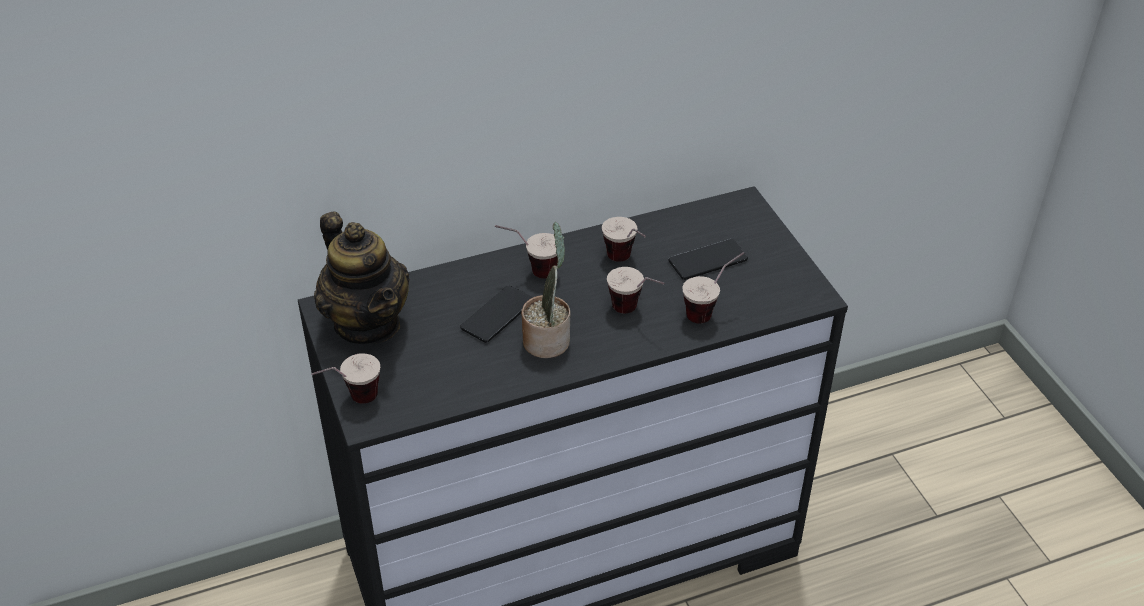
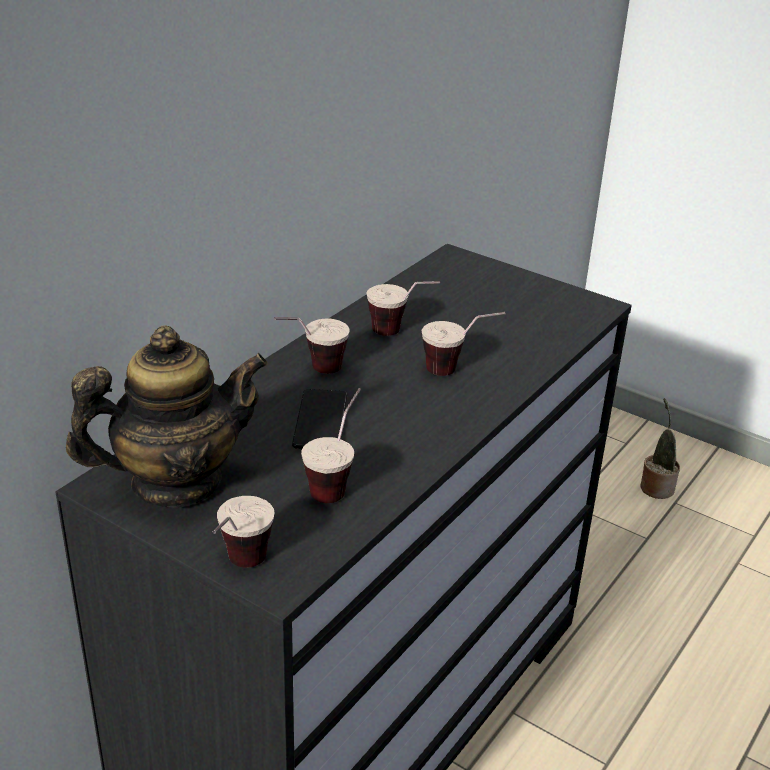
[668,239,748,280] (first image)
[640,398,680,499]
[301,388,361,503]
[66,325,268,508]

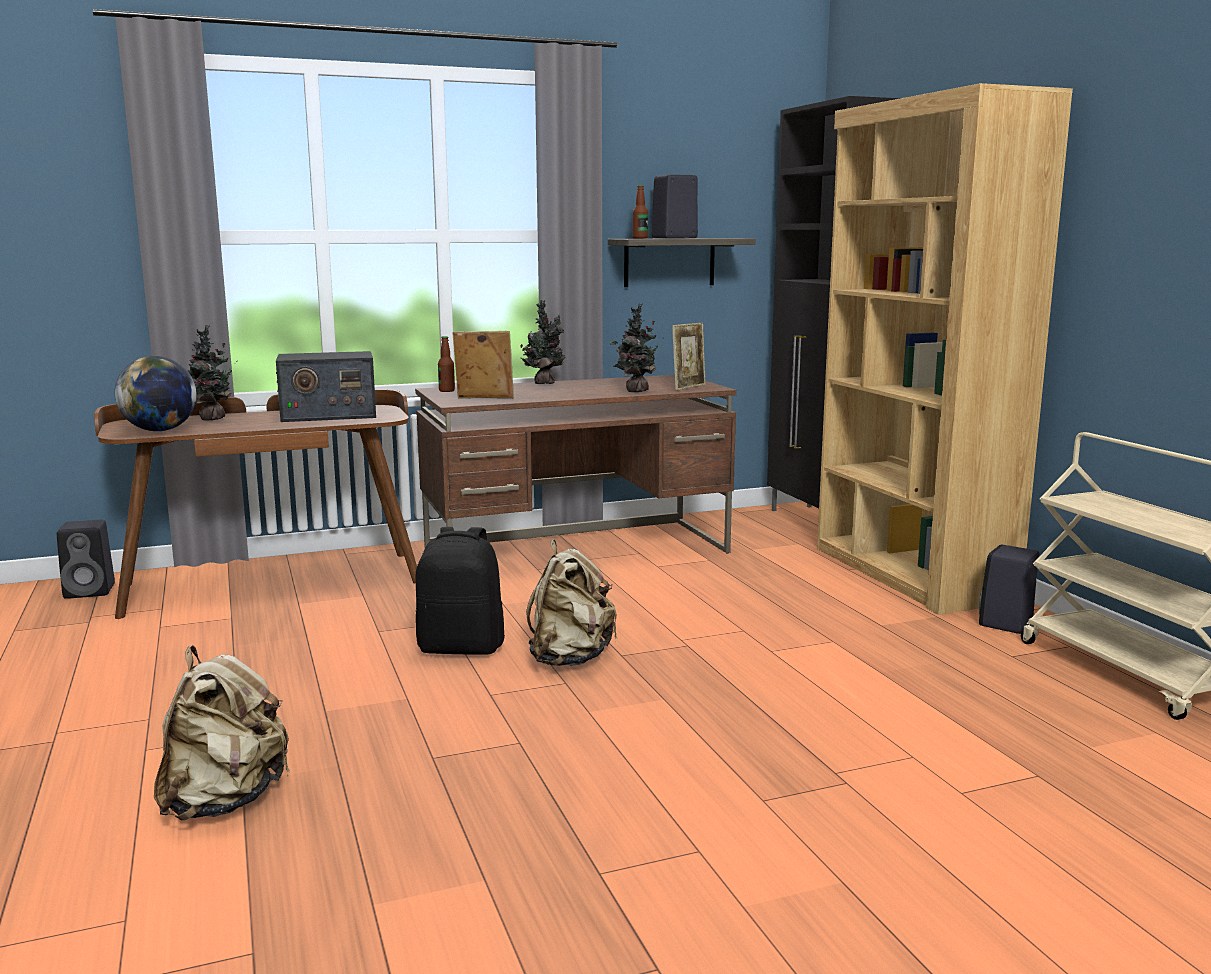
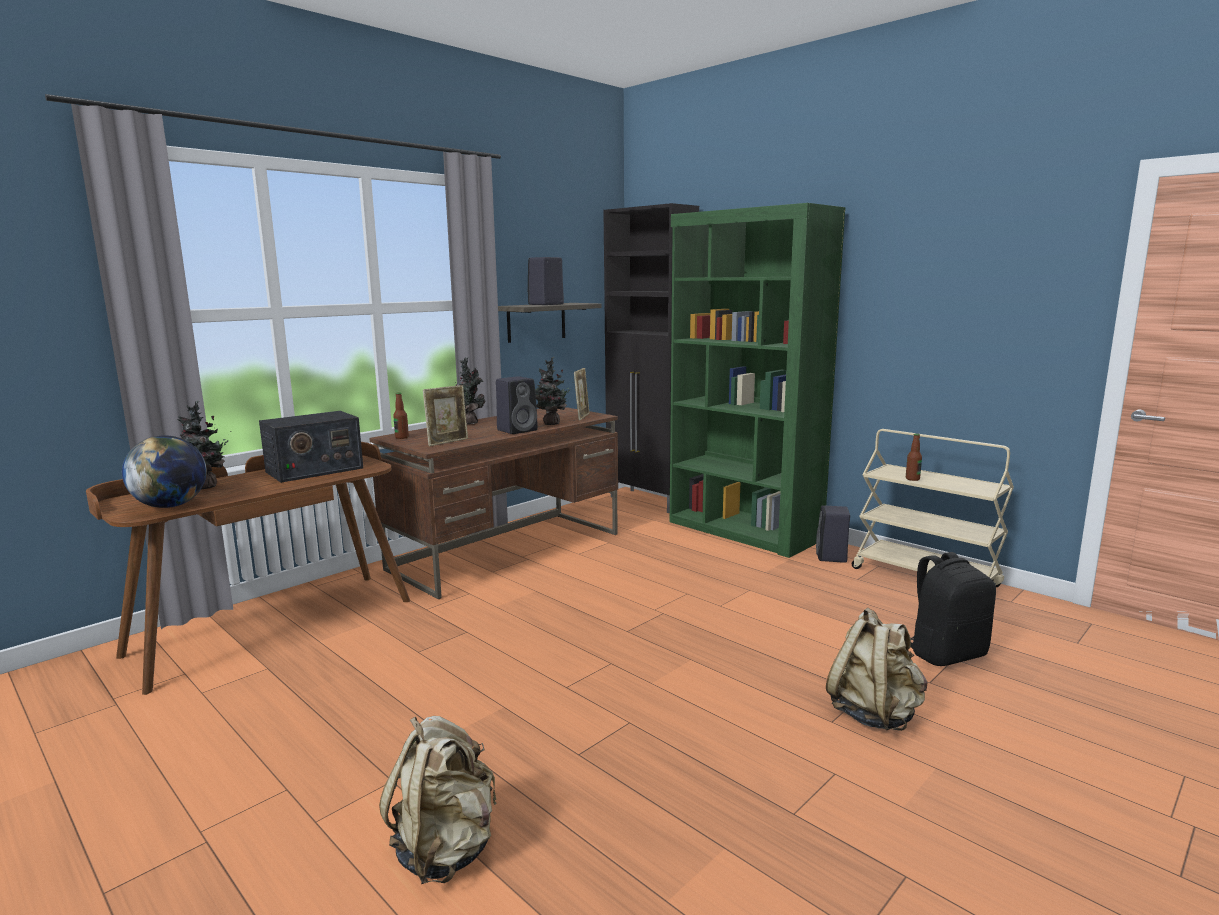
[496,376,538,434]
[911,552,996,666]
[826,608,927,731]
[906,433,922,481]
[670,203,845,558]
[423,385,468,446]

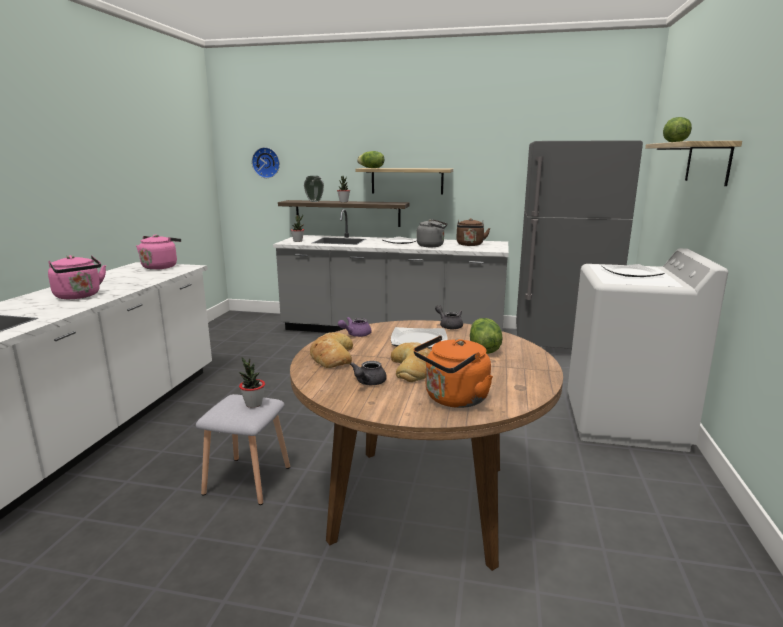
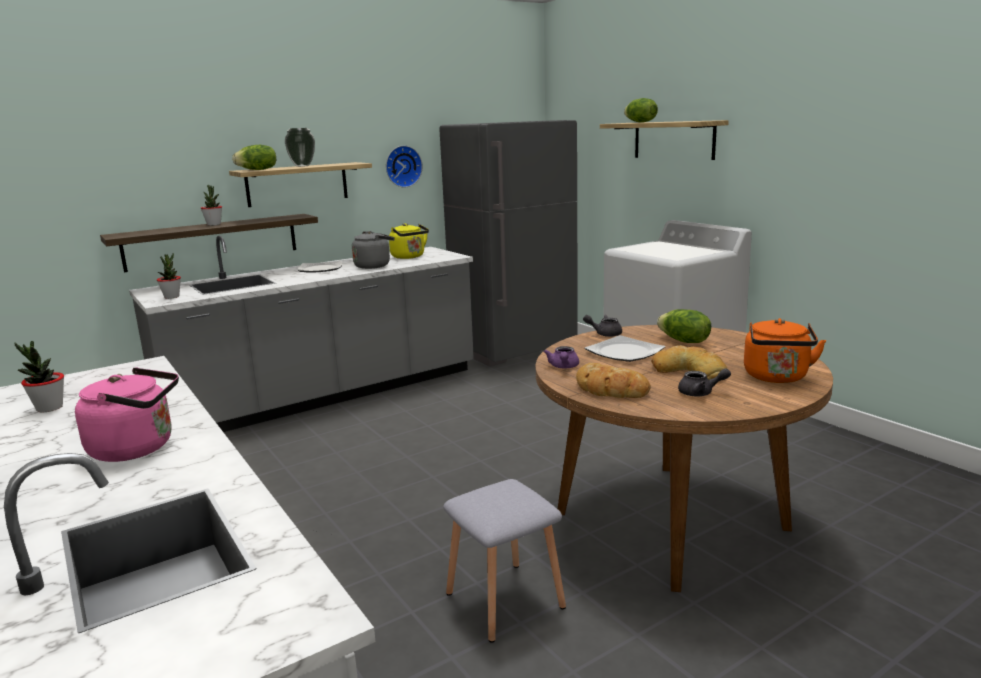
[136,234,181,270] (first image)
[601,264,665,277] (first image)
[15,341,64,413]
[386,145,423,188]
[285,128,315,167]
[389,223,429,259]
[678,368,731,396]

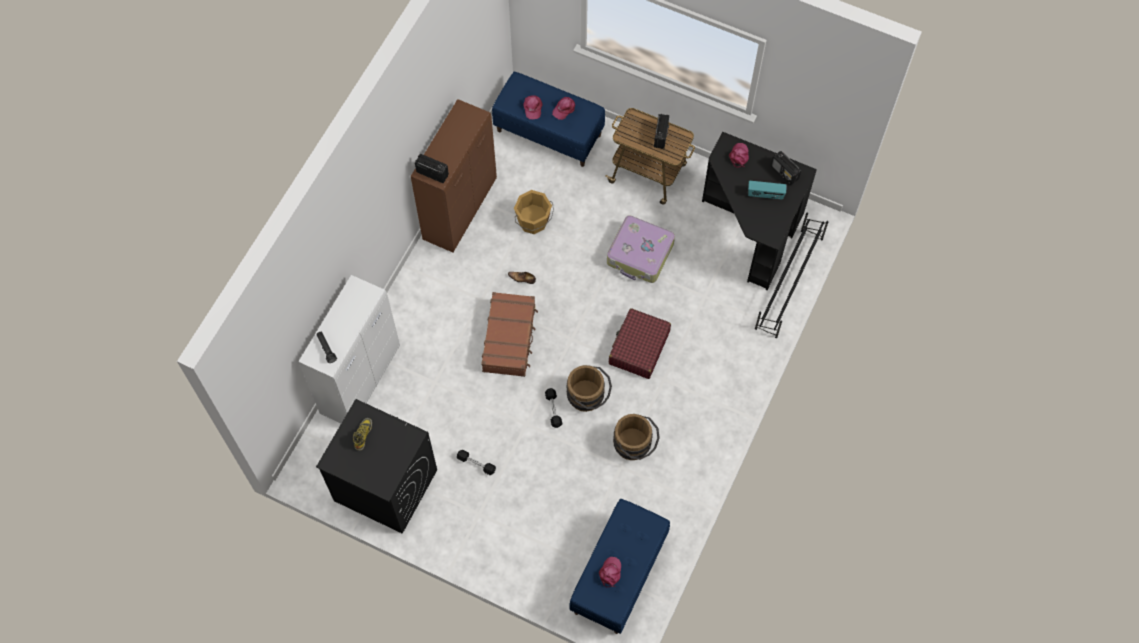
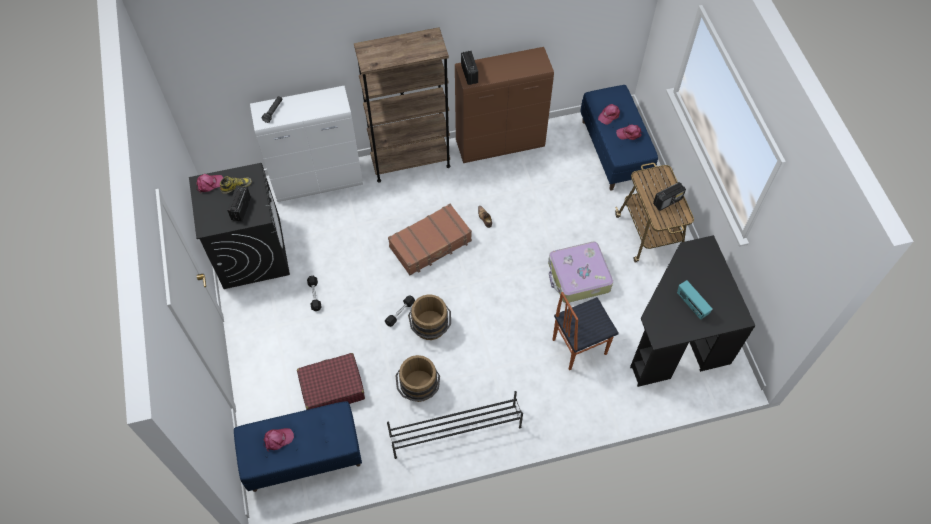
[514,190,554,234] (first image)
[354,27,451,182]
[552,292,619,370]
[297,353,365,410]
[196,174,223,194]
[387,391,523,459]
[227,186,251,222]

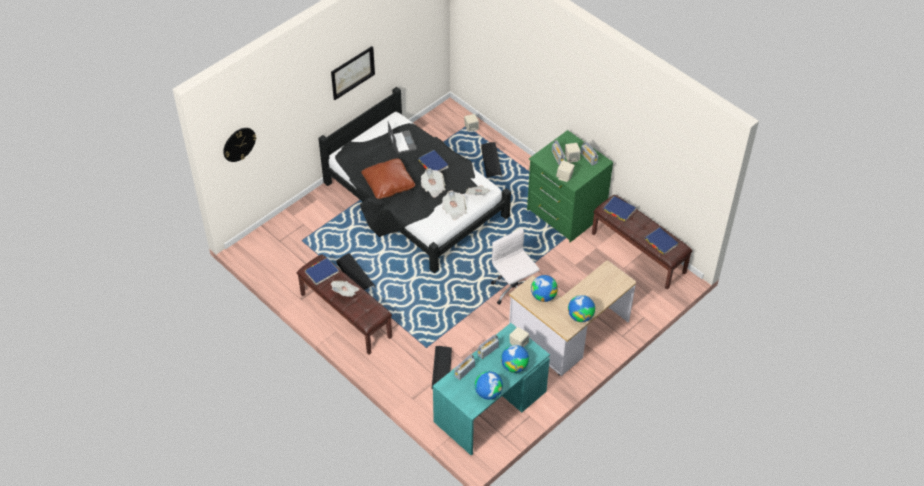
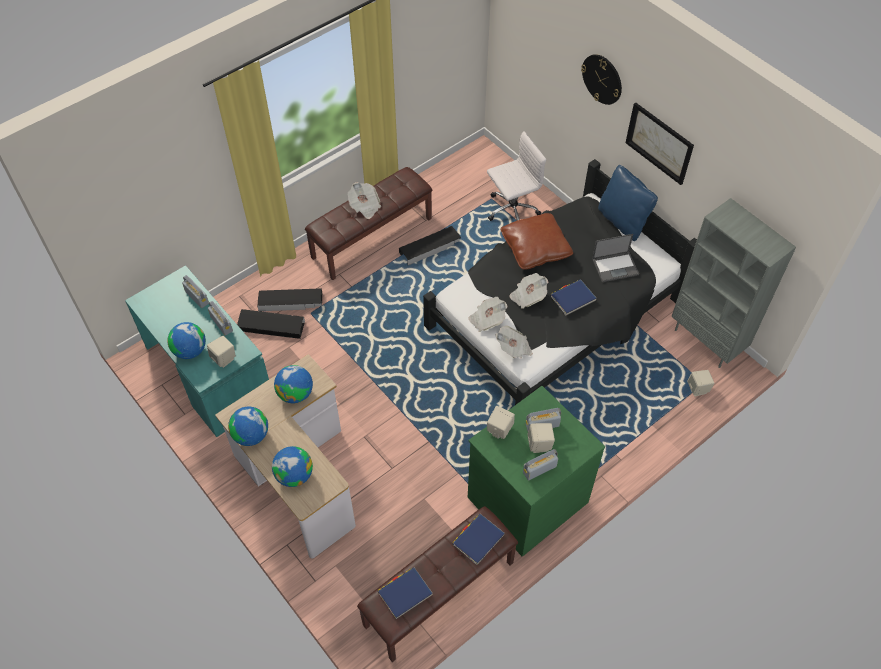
[305,258,339,285] (first image)
[598,165,658,241]
[672,198,796,368]
[581,54,622,105]
[272,446,313,487]
[257,288,322,311]
[487,131,546,221]

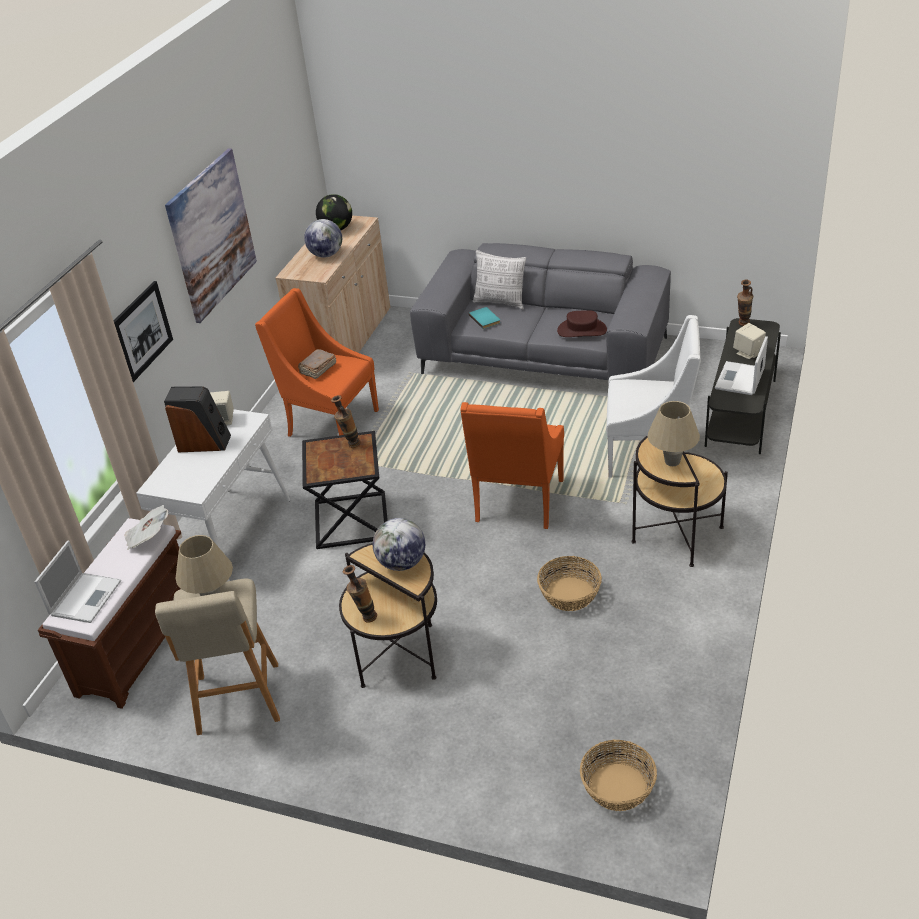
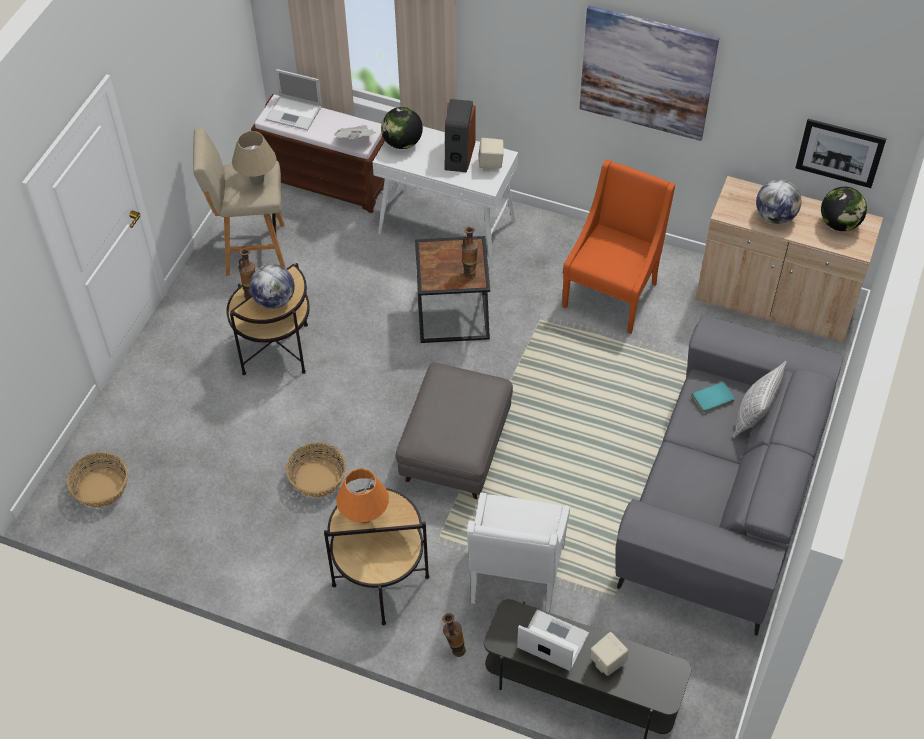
[298,349,336,379] (first image)
[557,310,607,337] (first image)
[381,107,423,149]
[796,119,886,188]
[442,613,466,657]
[395,363,513,499]
[336,469,389,523]

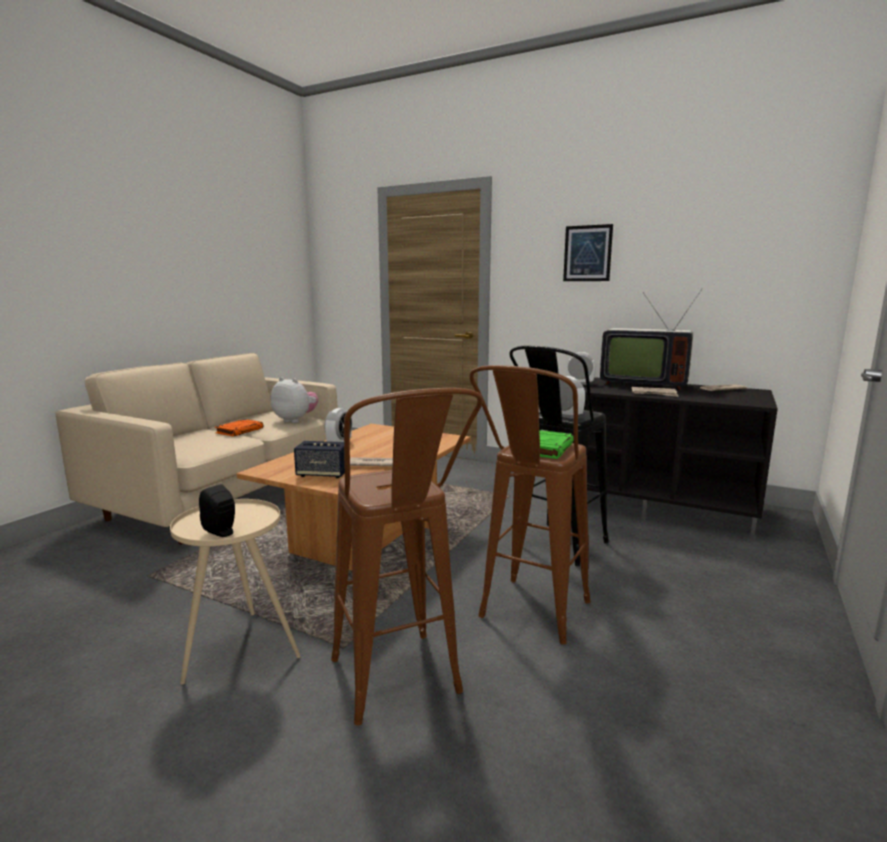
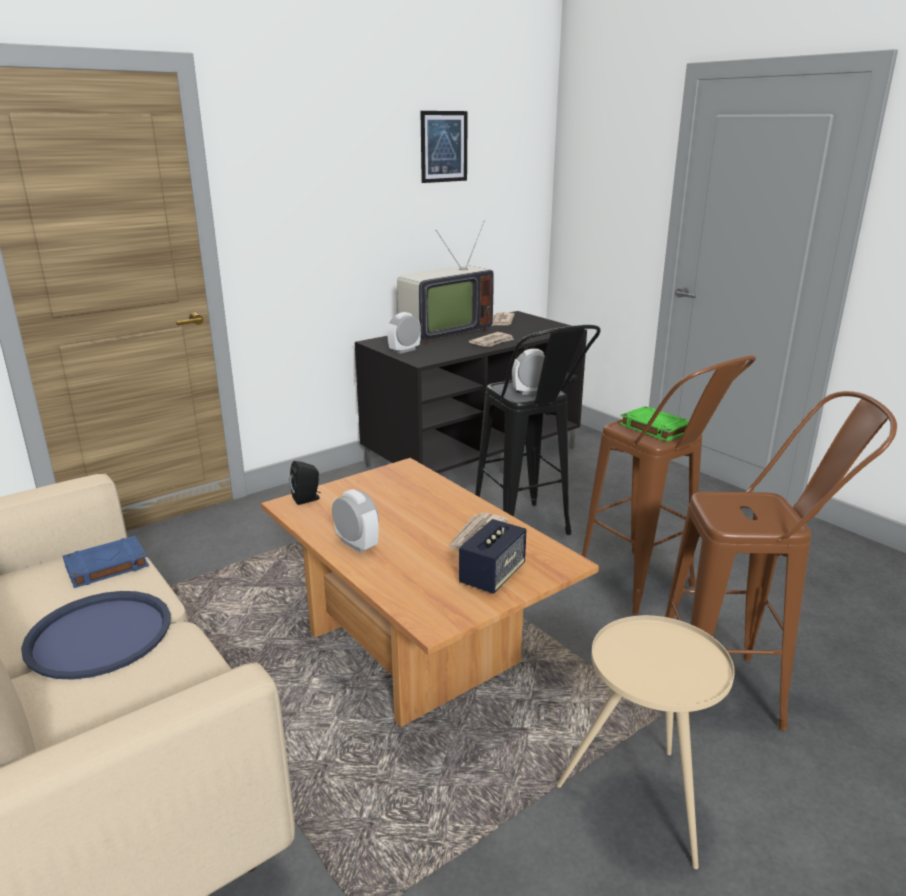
[290,461,321,505]
[420,111,468,183]
[21,591,171,680]
[63,536,149,588]

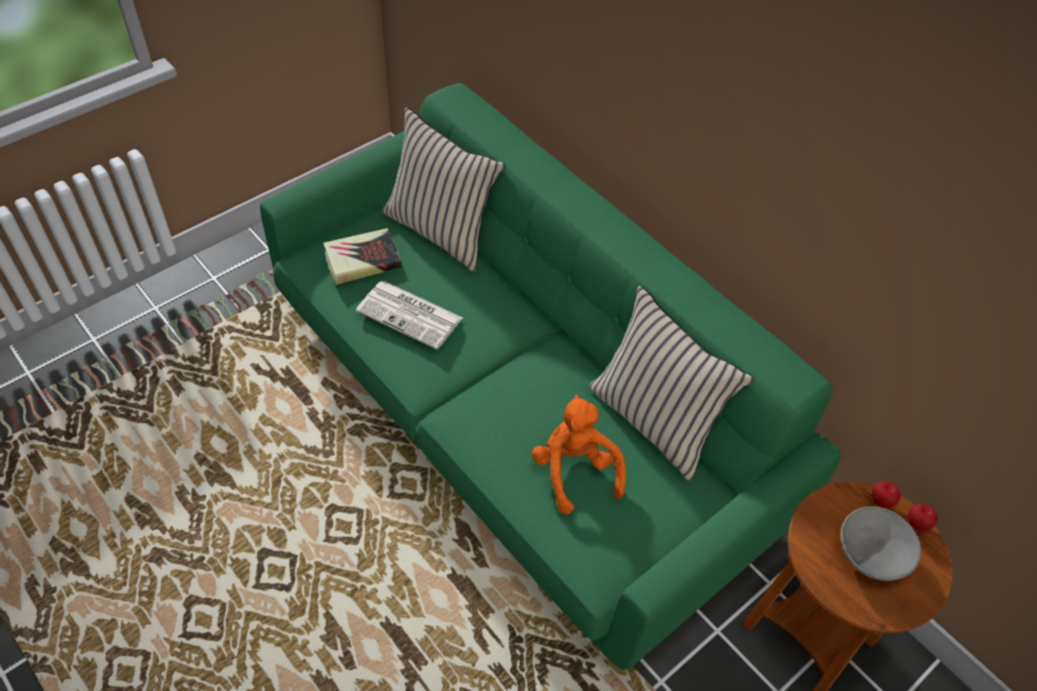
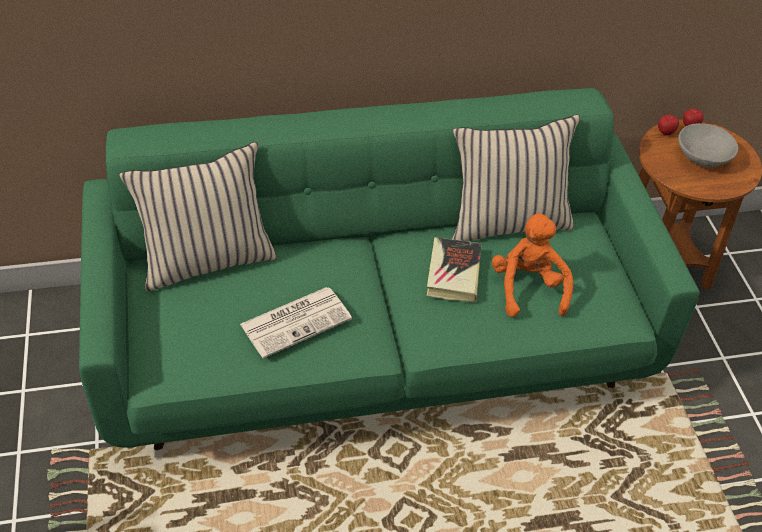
[427,237,482,303]
[492,213,573,317]

